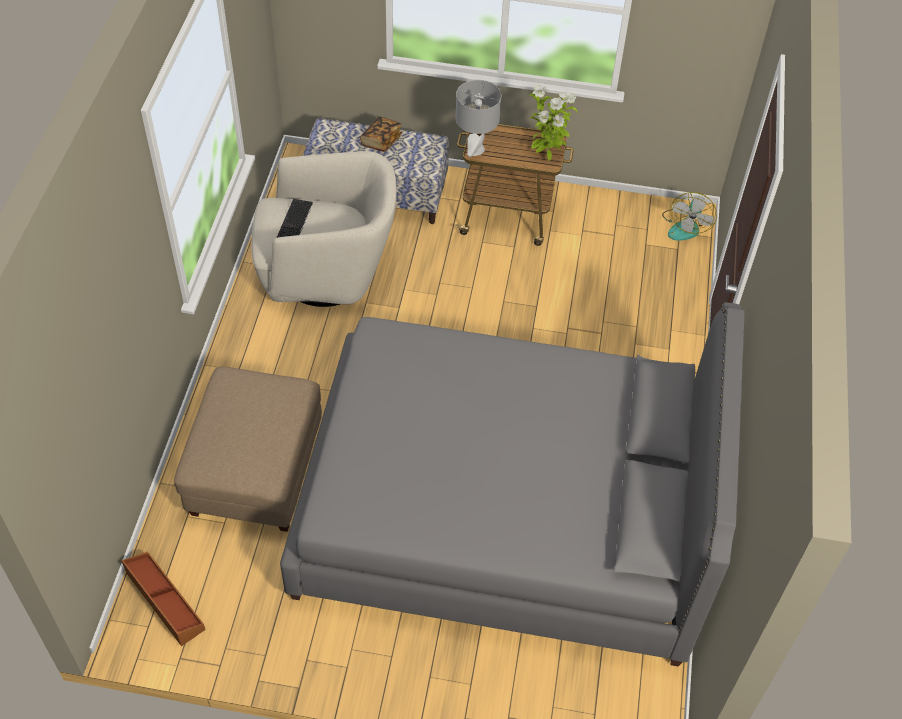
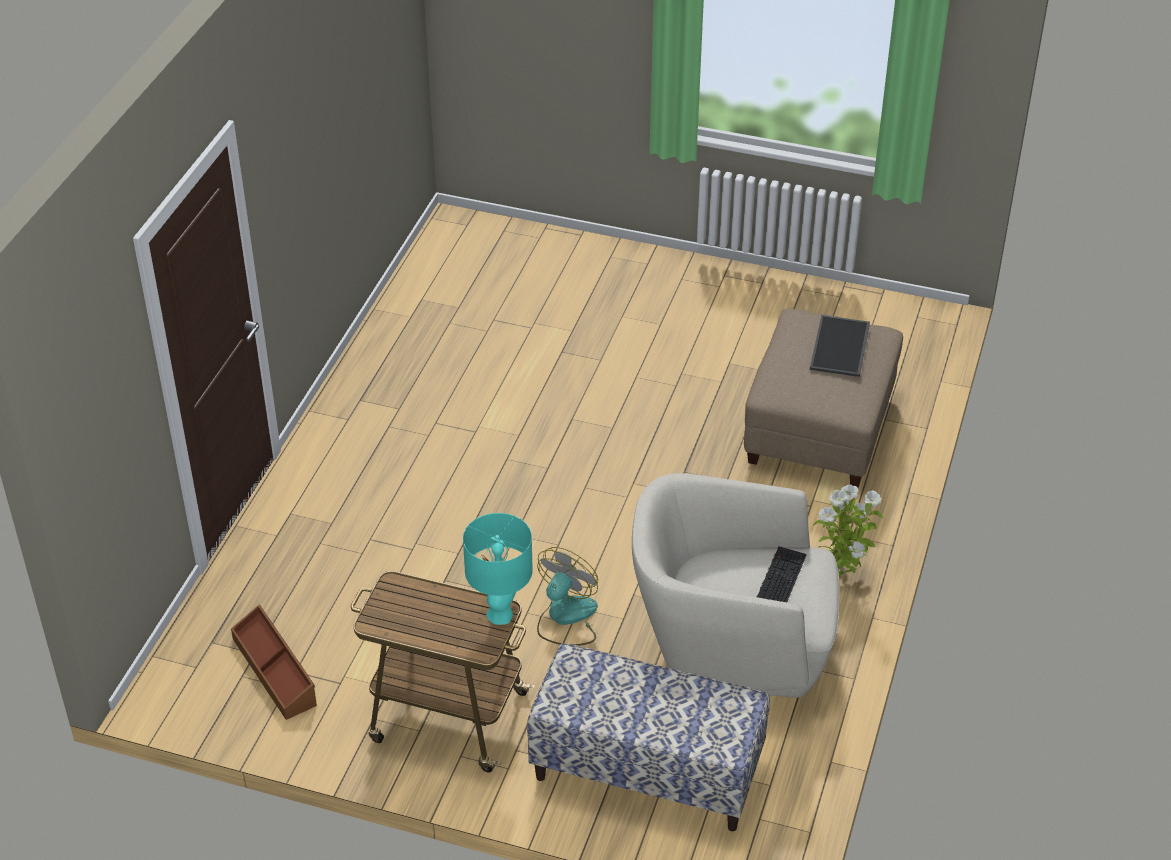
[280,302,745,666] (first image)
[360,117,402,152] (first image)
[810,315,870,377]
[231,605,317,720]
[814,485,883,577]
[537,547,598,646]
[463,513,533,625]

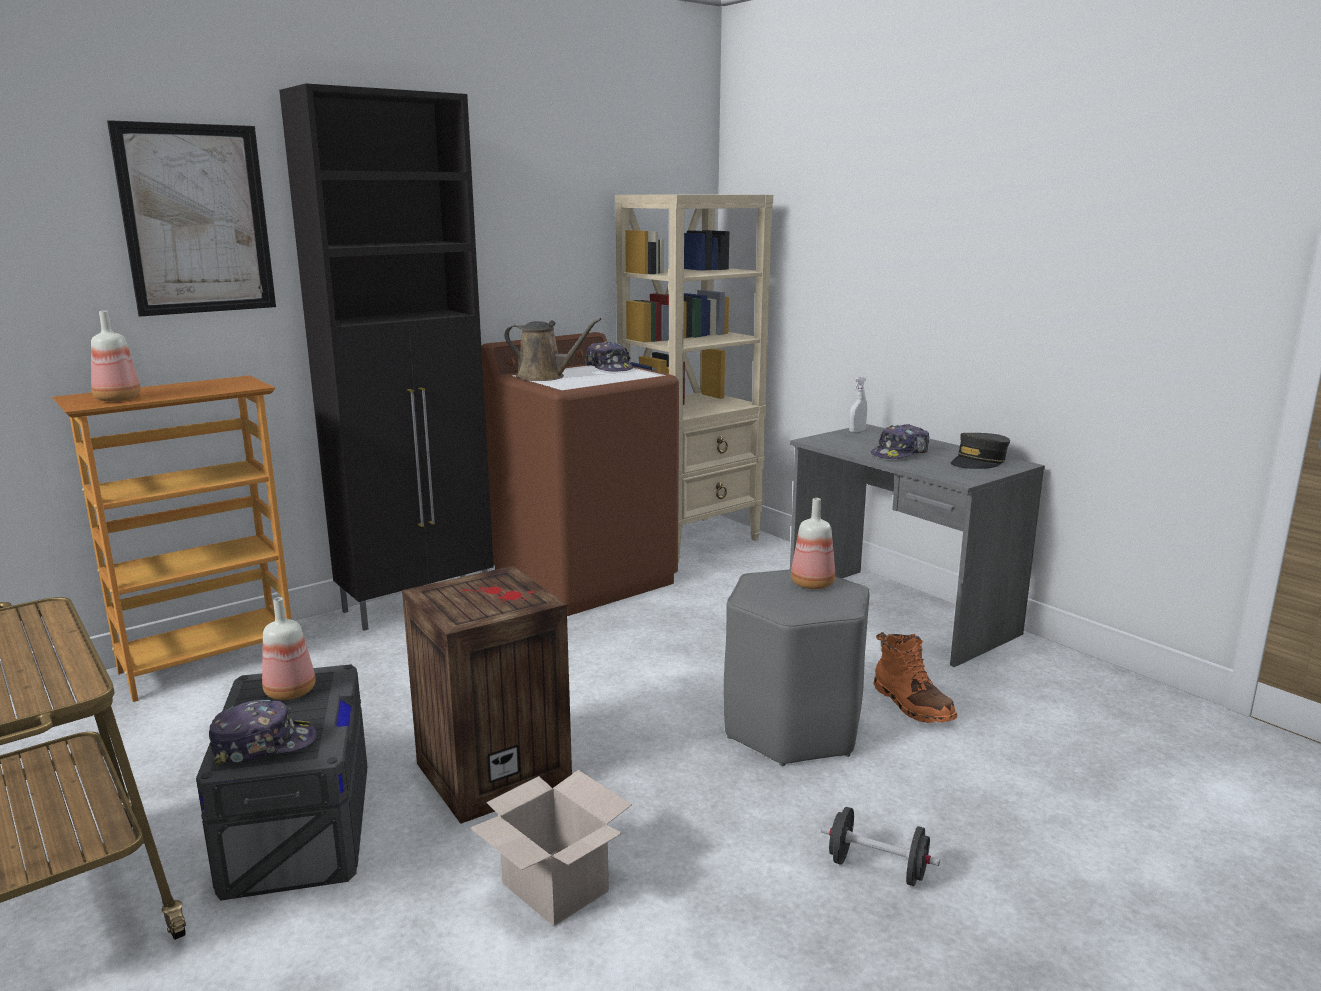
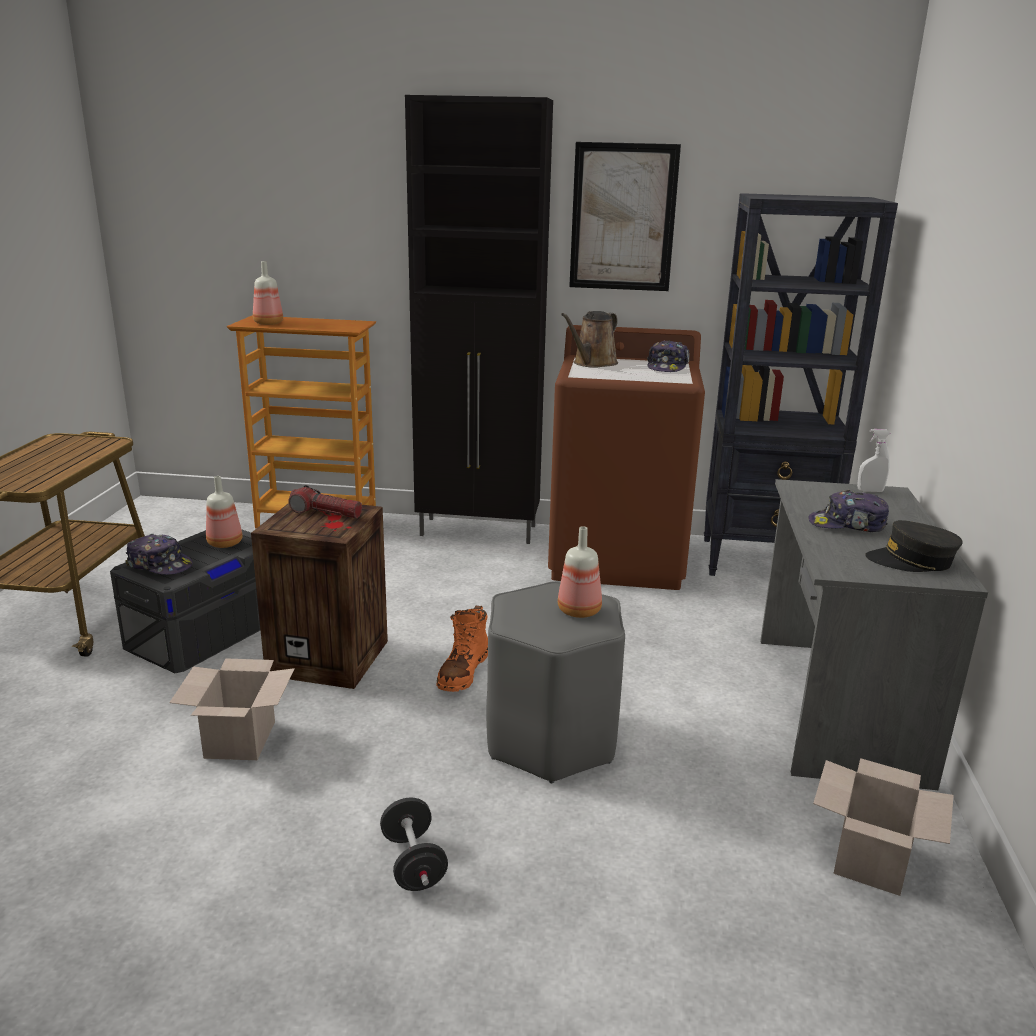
[288,485,362,518]
[813,758,954,896]
[569,142,681,291]
[436,606,488,692]
[704,193,898,576]
[561,311,618,368]

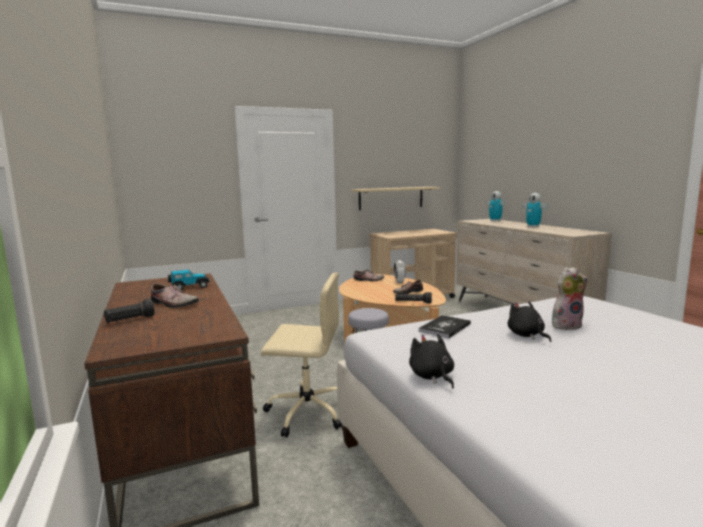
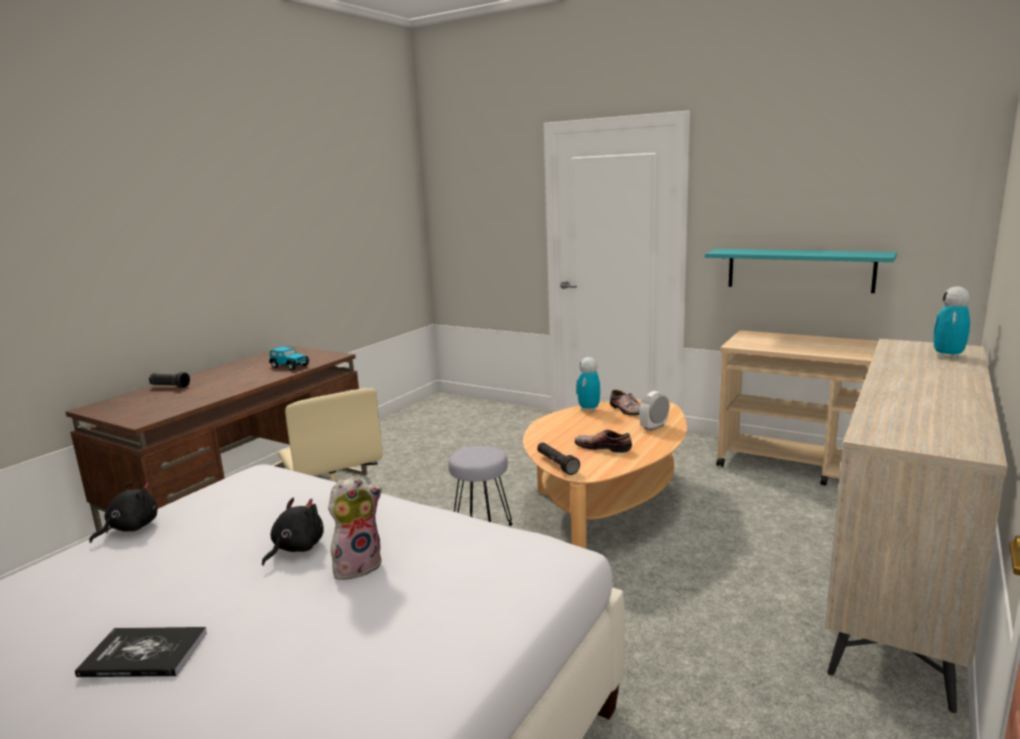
[151,284,199,308] (first image)
[75,627,207,677]
[576,357,600,412]
[705,249,897,293]
[328,476,382,580]

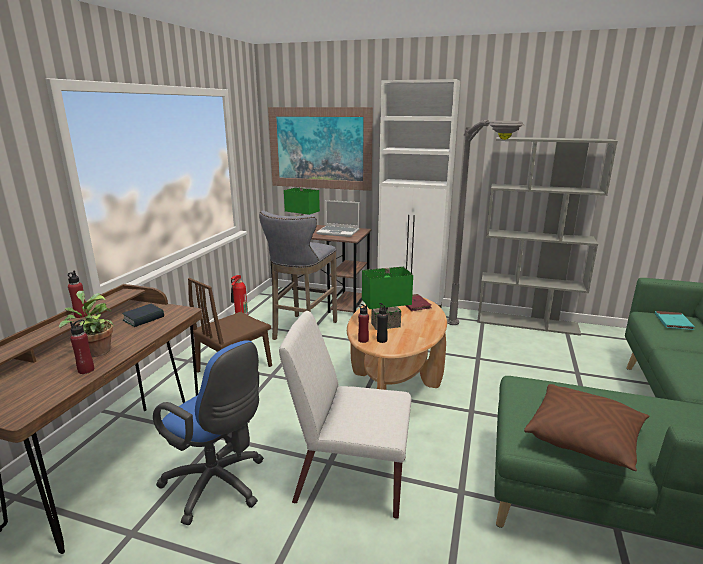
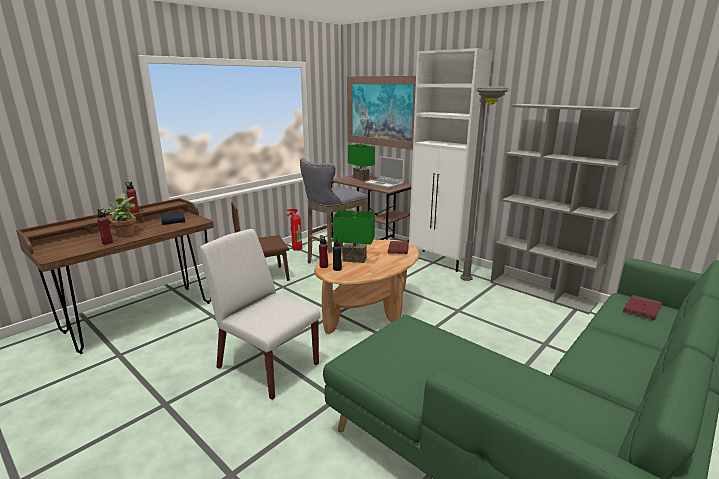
[153,340,264,525] (first image)
[524,384,650,471] (first image)
[623,295,662,320]

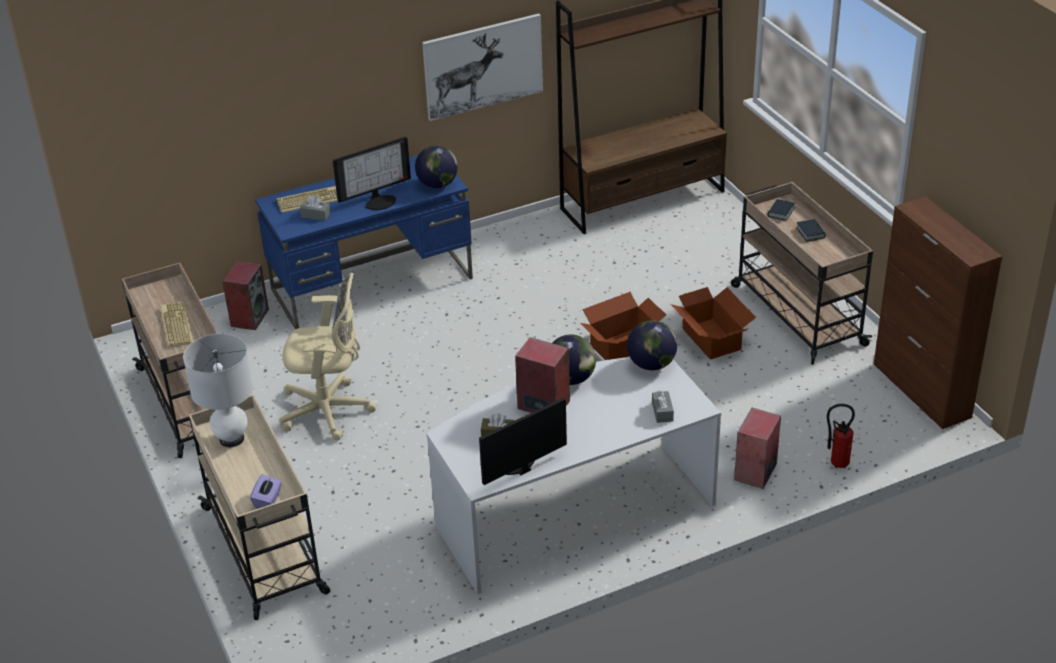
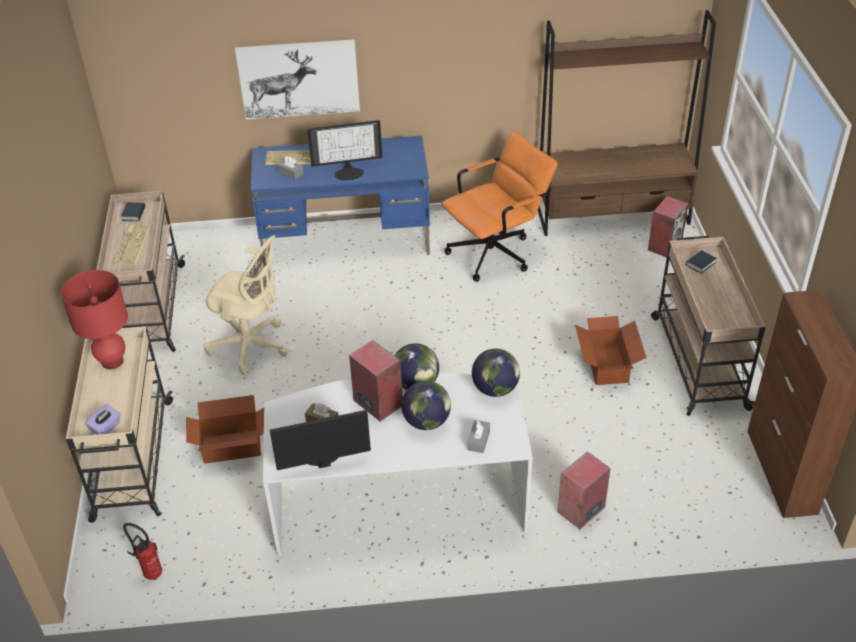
[441,130,557,282]
[648,196,689,257]
[401,380,451,430]
[235,39,360,119]
[186,395,264,464]
[121,202,145,221]
[123,523,162,580]
[61,270,128,369]

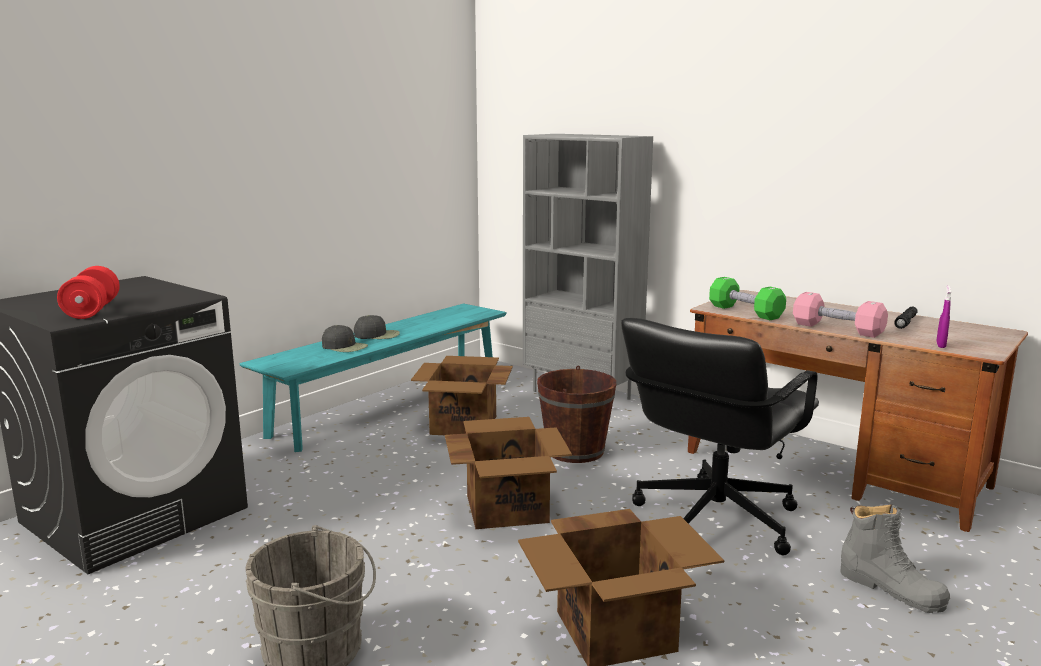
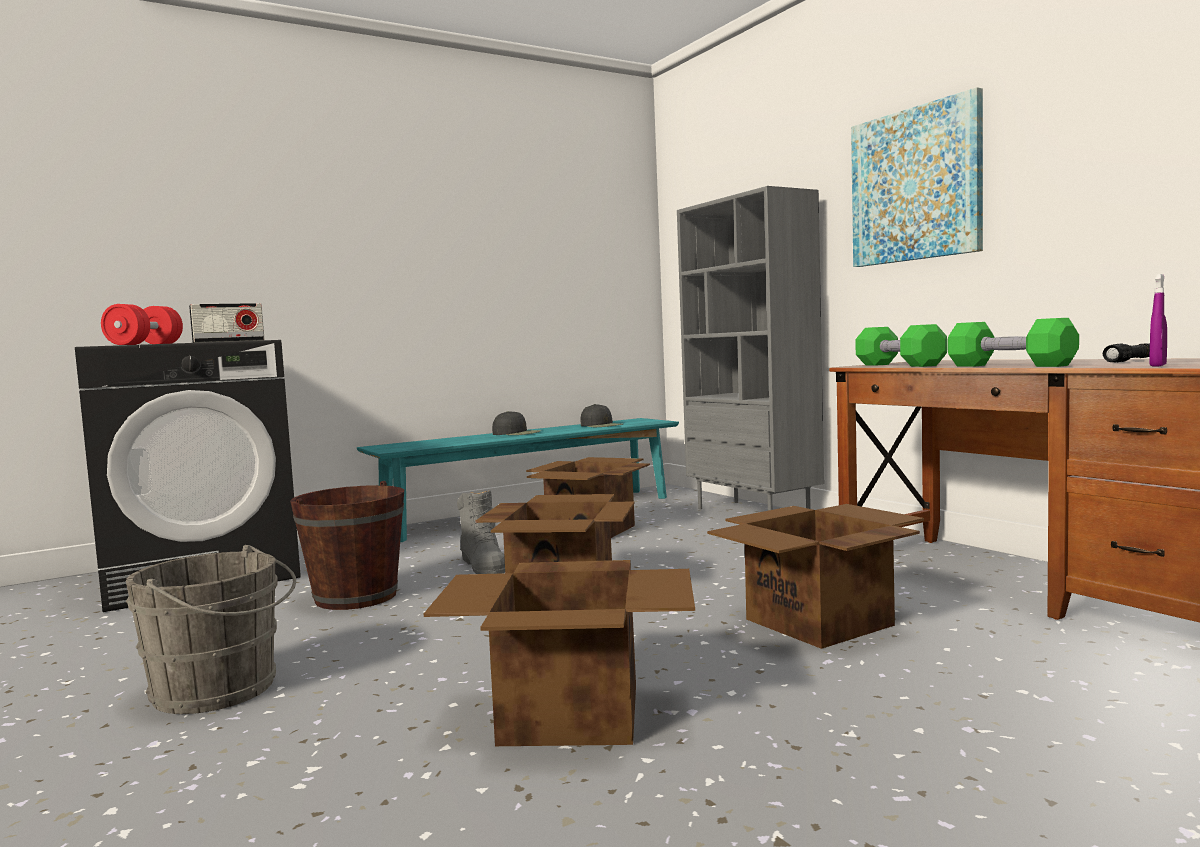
[189,303,265,343]
[851,87,983,267]
[581,404,623,427]
[290,481,404,610]
[457,490,505,574]
[707,504,924,649]
[948,318,1079,367]

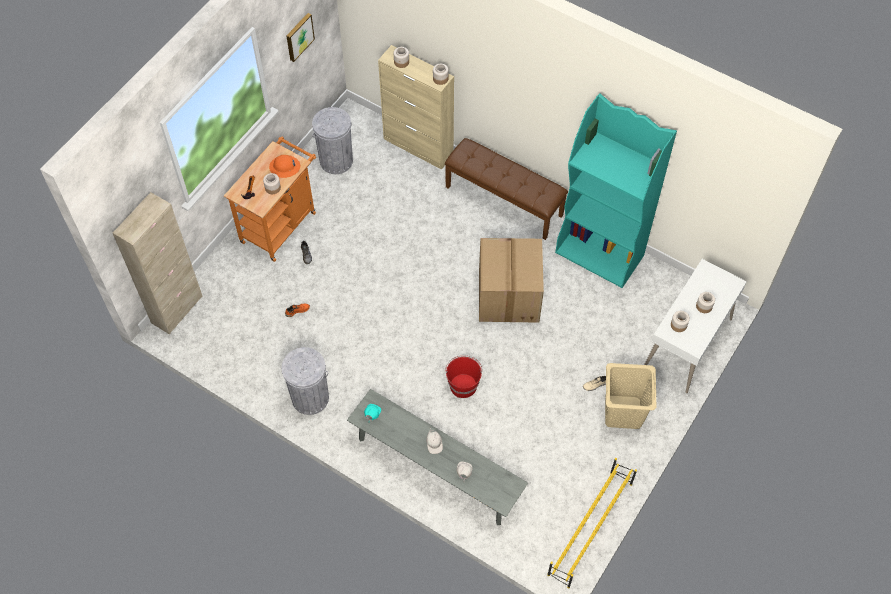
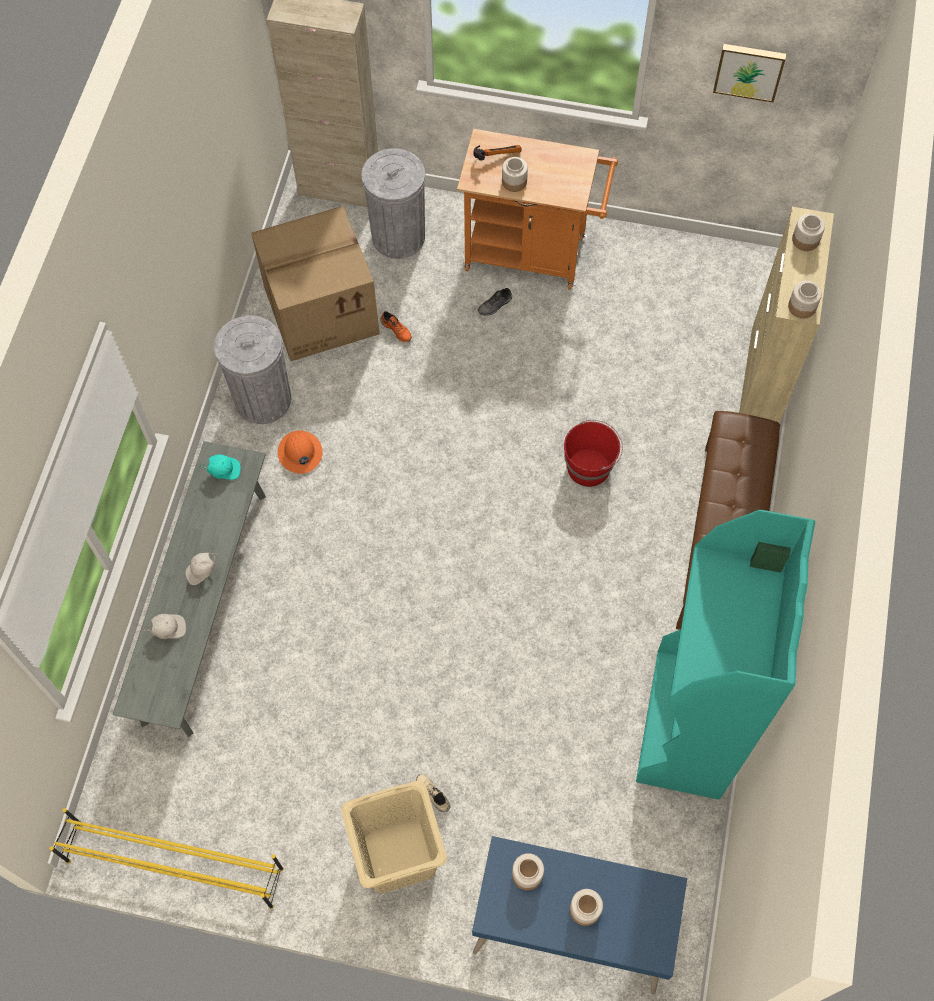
[278,430,323,474]
[362,148,425,259]
[564,420,623,487]
[251,206,380,361]
[472,836,687,995]

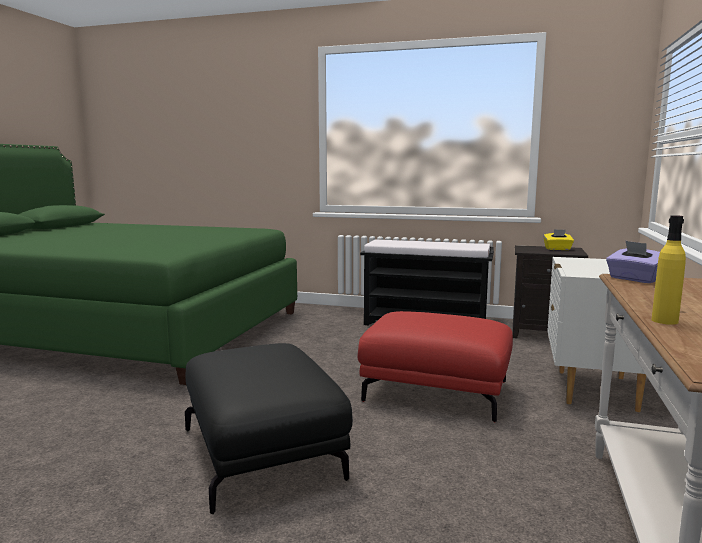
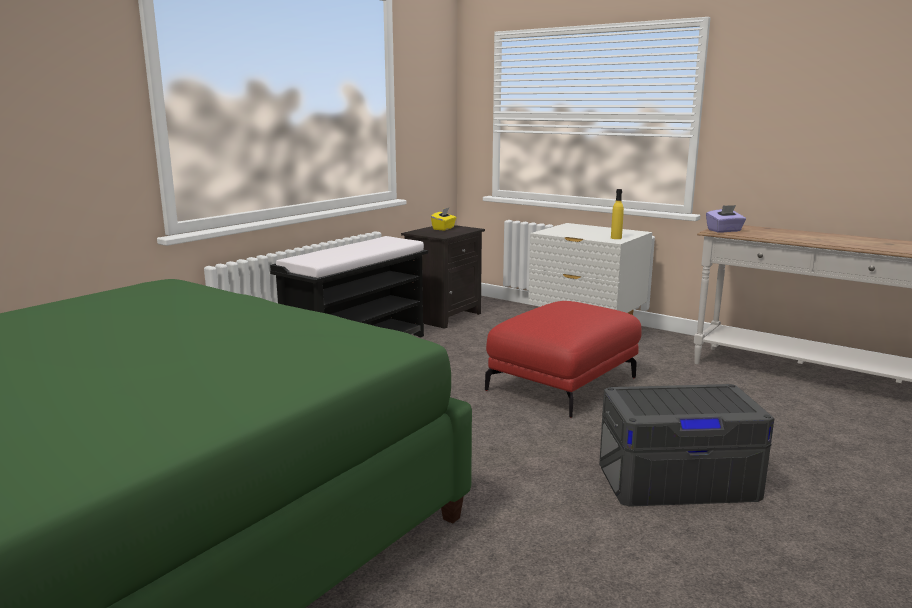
[611,189,624,239]
[599,384,774,507]

